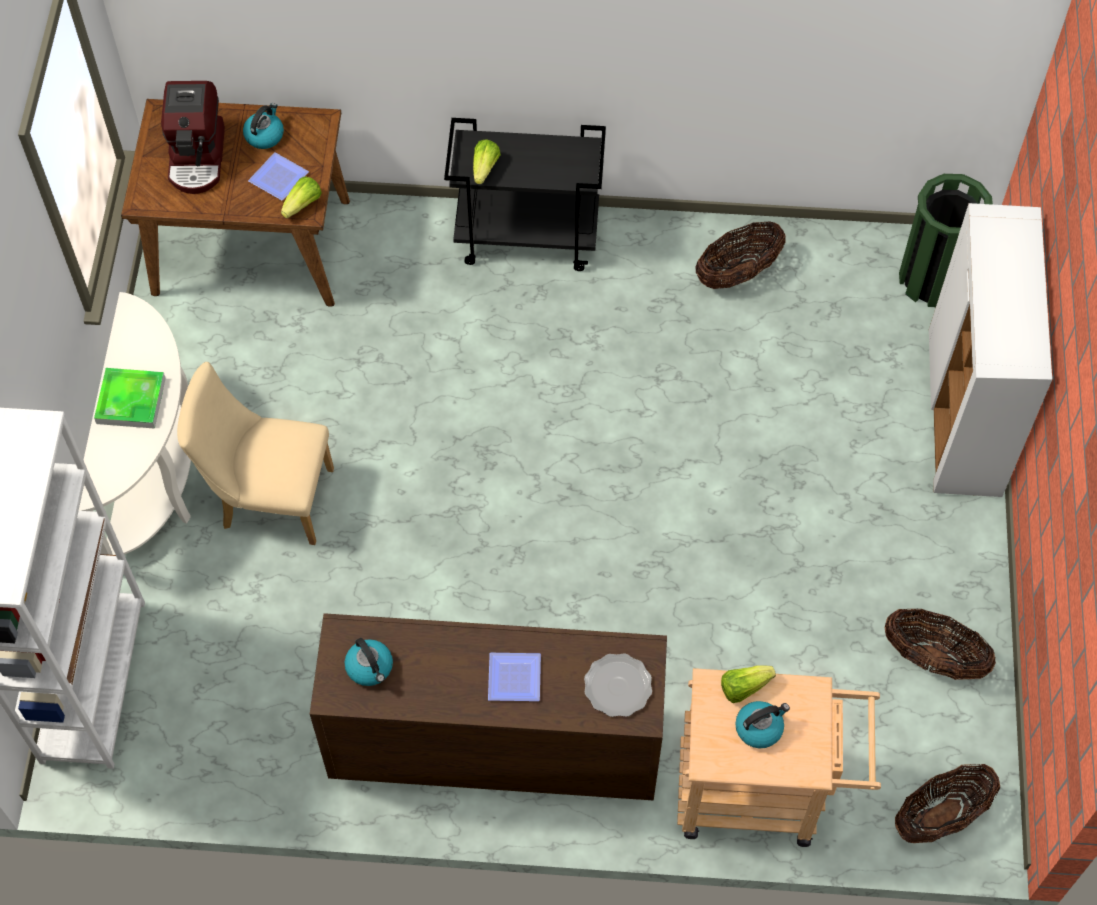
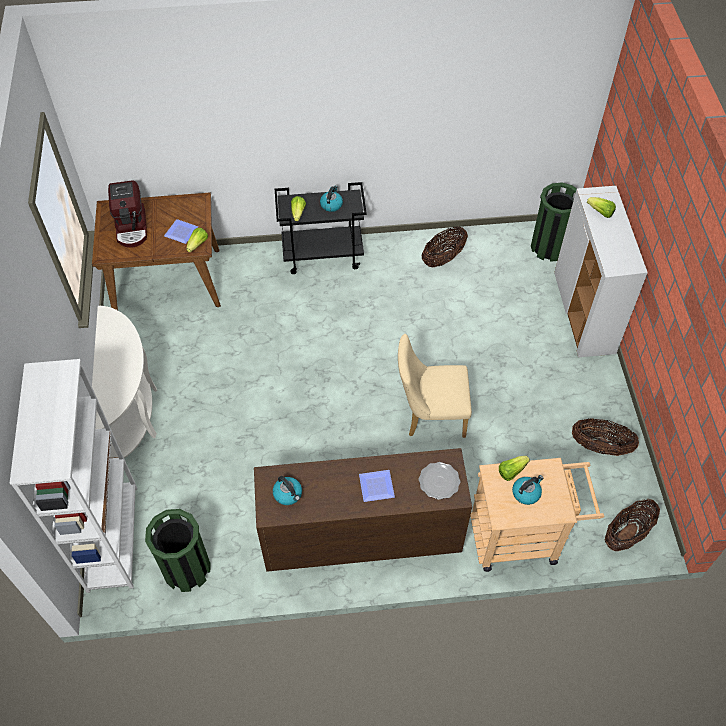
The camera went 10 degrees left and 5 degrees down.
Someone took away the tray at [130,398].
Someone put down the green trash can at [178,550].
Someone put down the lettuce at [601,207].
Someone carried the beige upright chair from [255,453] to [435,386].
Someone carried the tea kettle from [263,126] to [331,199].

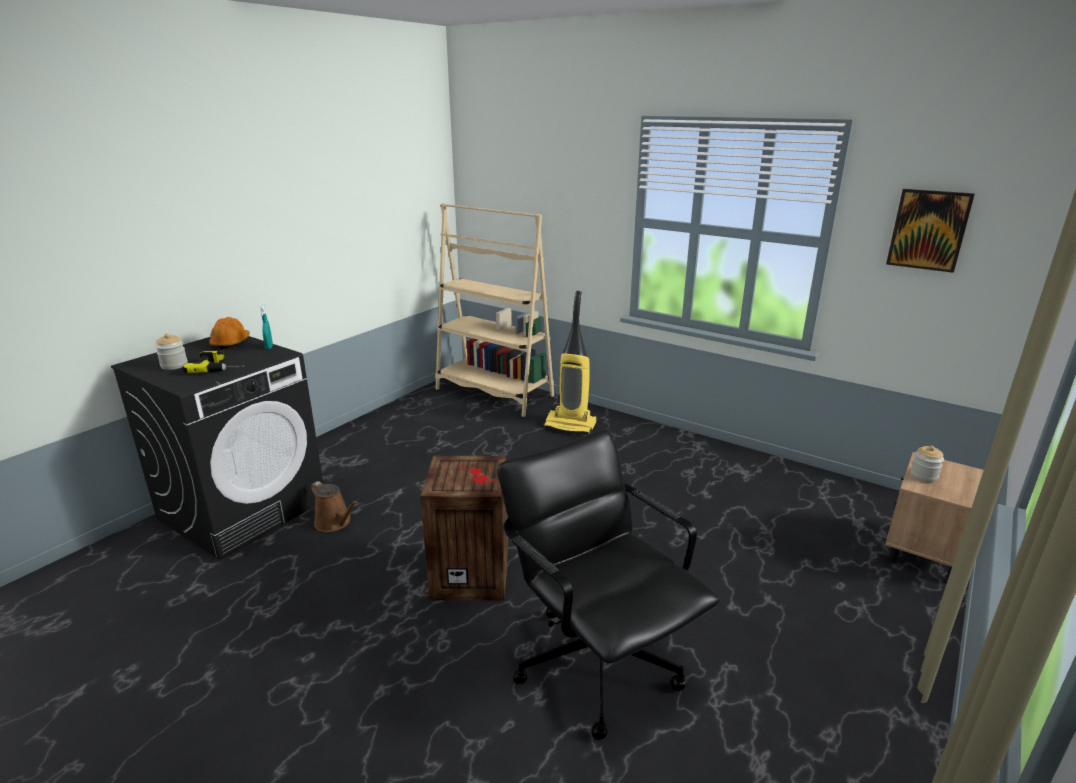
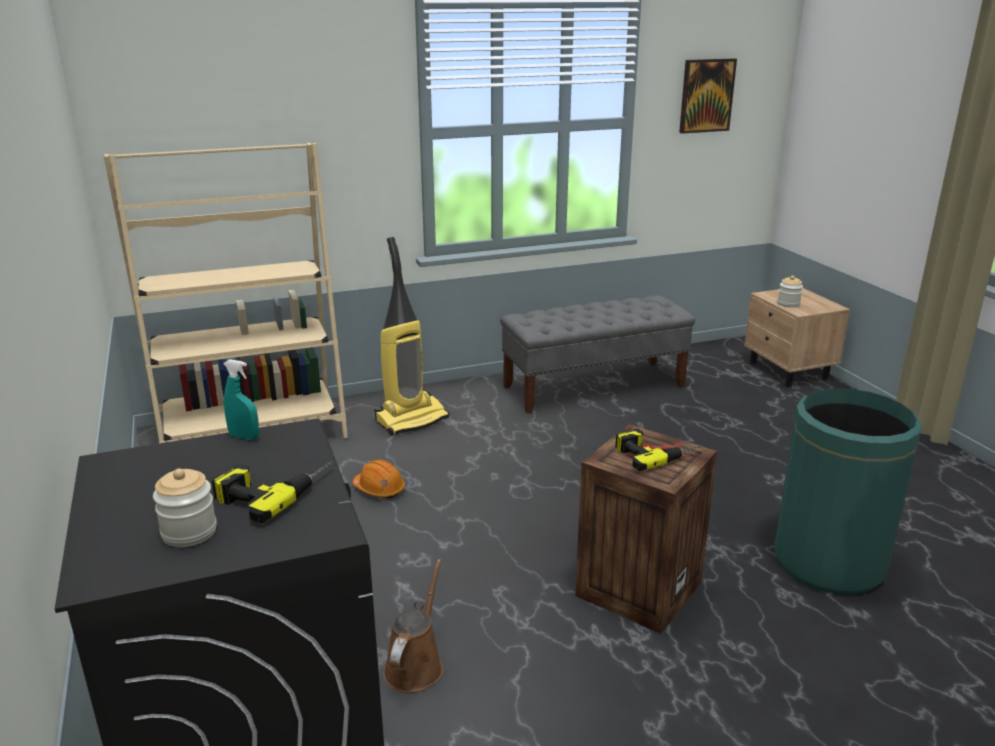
The camera went 55 degrees left and 0 degrees up.
Someone put down the gray indoor bench at [597,354].
Someone put down the drill at [659,449].
Someone carried the orange-coloured safety helmet from [229,333] to [379,478].
Someone swapped the black-coloured computer chair at [608,584] for the green trash can at [848,492].
Someone rotated the brownish sprinkling can at [334,506] by 60 degrees counterclockwise.

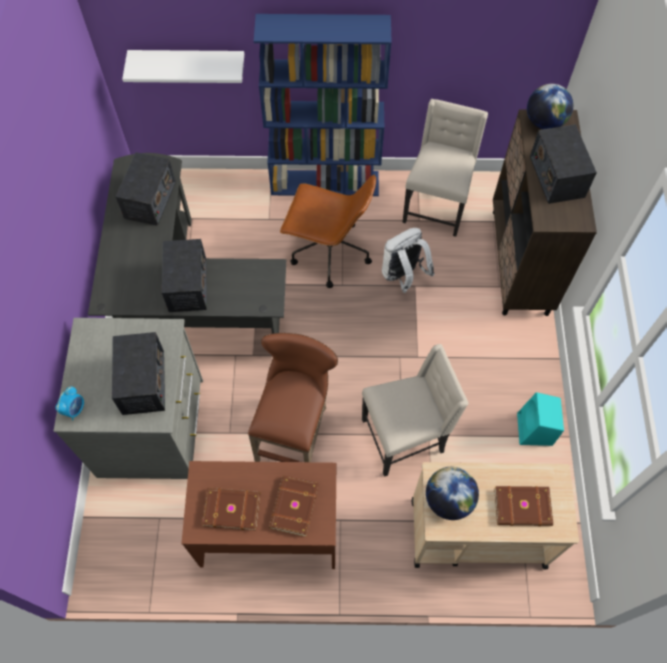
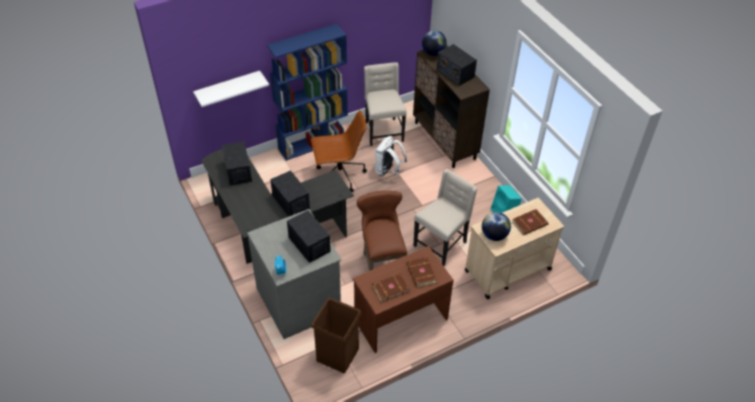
The camera went 30 degrees left and 15 degrees down.
Someone put down the brownish trash can at [336,335].

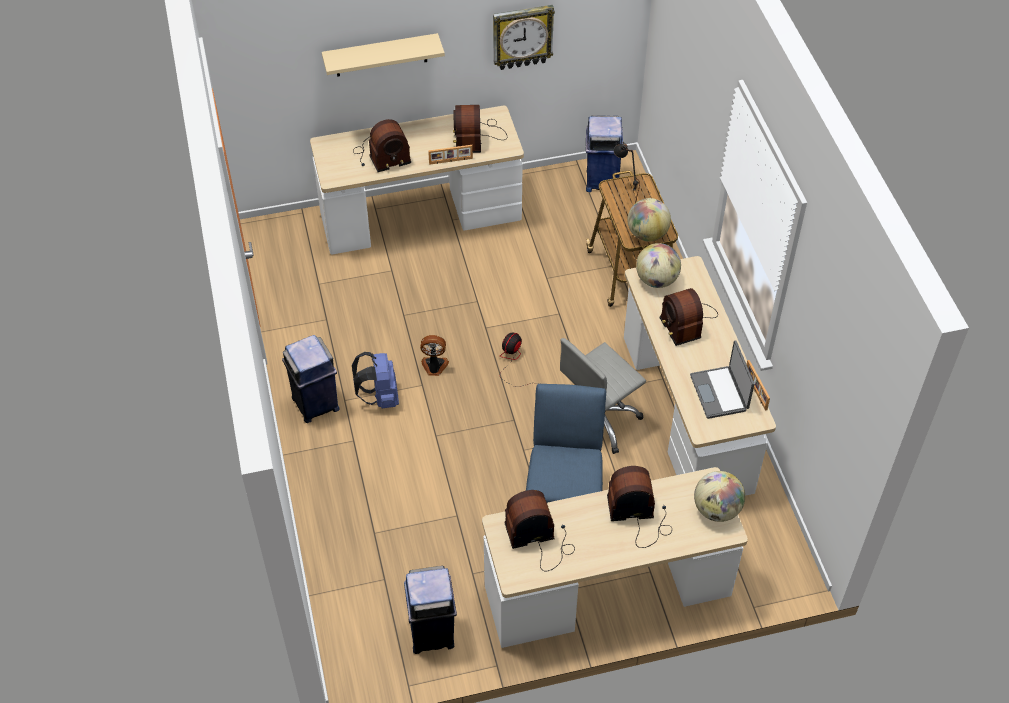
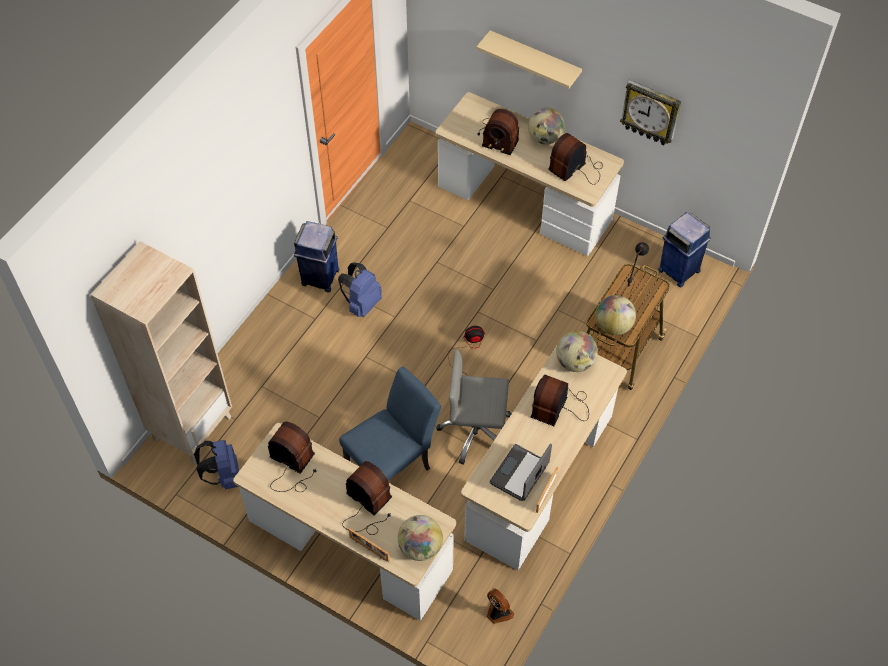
The camera went 45 degrees right and 5 degrees up.
Someone put down the beige shelving unit at [161,352].
Someone put down the world globe at [546,126].
Someone carried the fan from [434,355] to [500,606].
Someone carried the photo frame from [450,155] to [369,545].
Someone swapped the blue-coloured trash can at [430,610] for the blue-coloured backpack at [216,465].

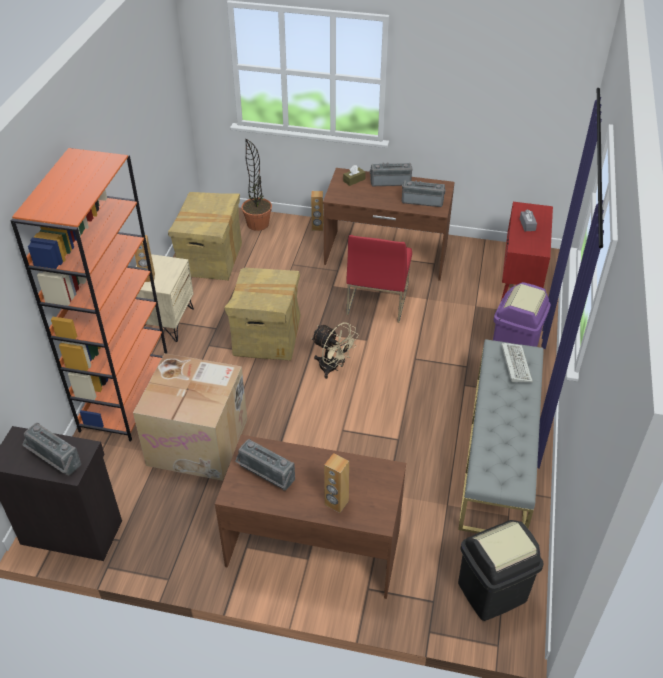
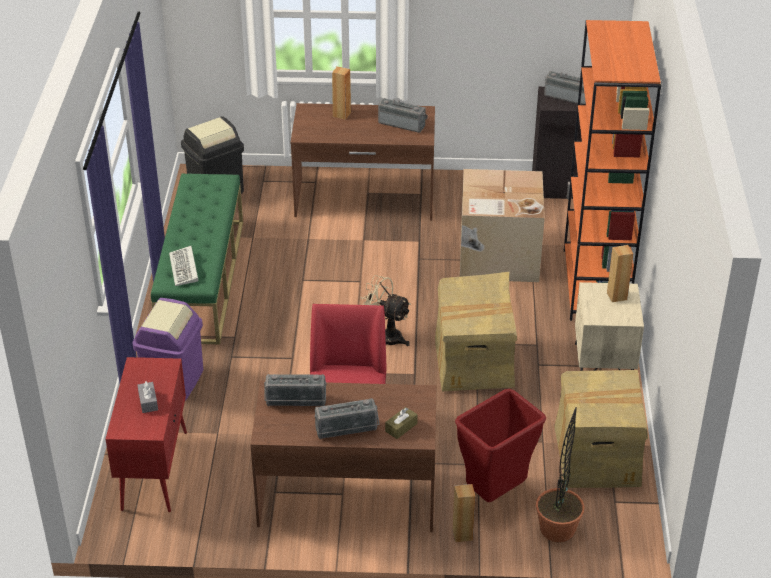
The camera went 170 degrees right and 5 degrees down.
Someone put down the red-coloured trash can at [500,445].
Someone repainted the gray indoor bench at [501,436], which became the green indoor bench at [197,259].

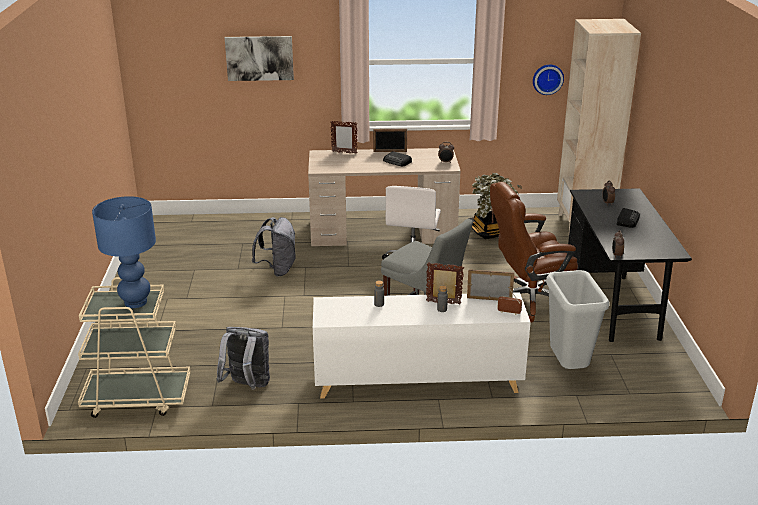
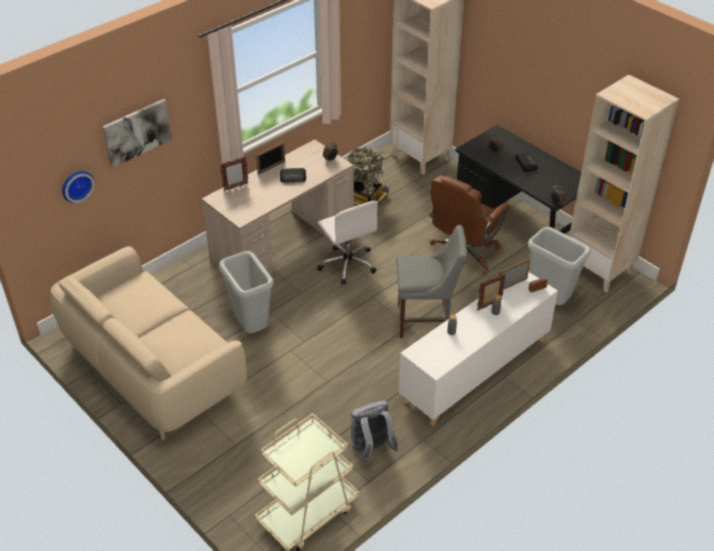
The camera went 40 degrees left and 15 degrees up.
Someone took away the blue-coloured table lamp at [124,252].
Someone put down the beige couch at [148,343].
Someone put down the beige shelving unit at [624,184].
Someone carried the hanging clock from [548,80] to [78,187].
Someone swapped the gray backpack at [274,246] for the gray trash can at [246,292].

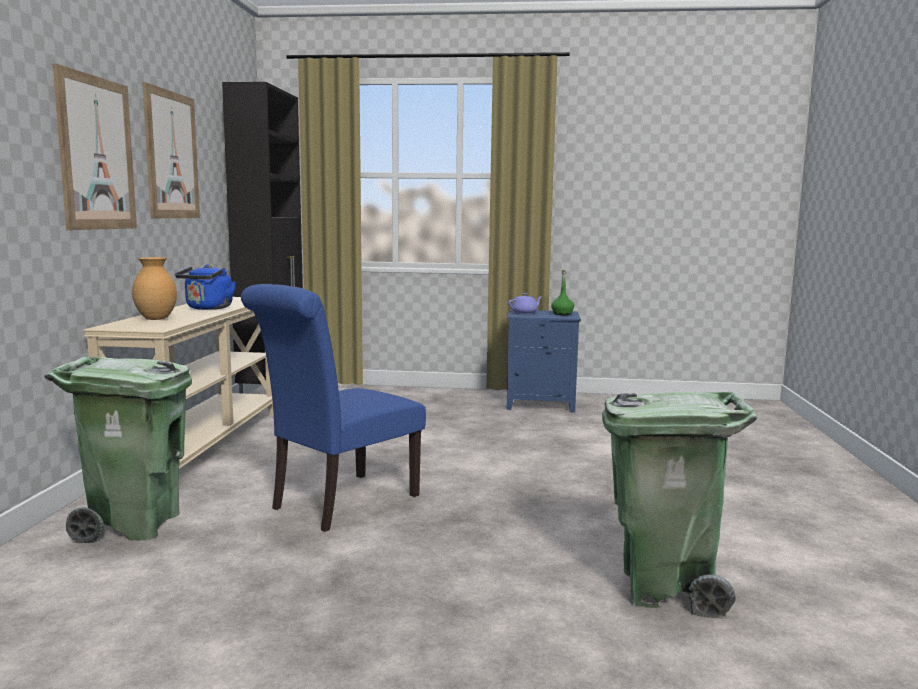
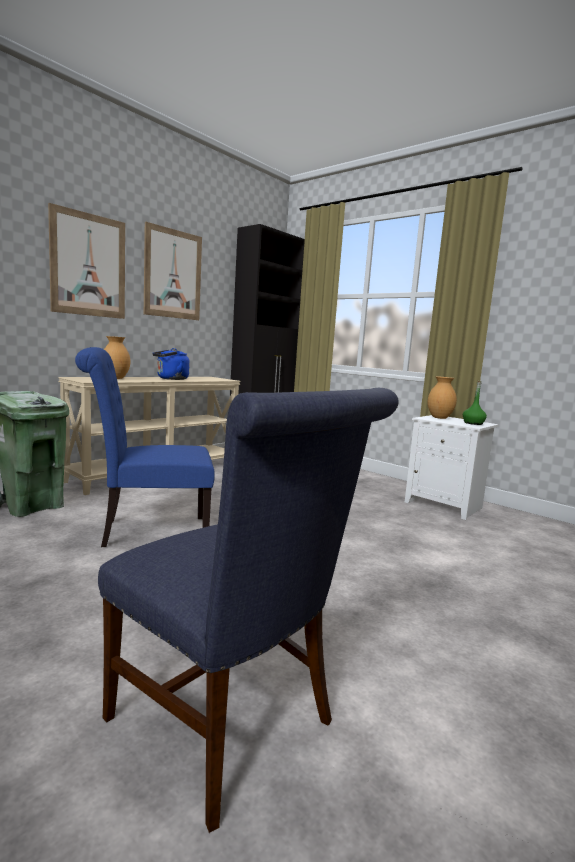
The camera went 35 degrees right and 0 degrees up.
Someone swapped the purple-coloured tea pot at [525,303] for the brownish vase at [442,397].
Someone swapped the green trash can at [679,505] for the blue-coloured upright chair at [248,610].
Someone repainted the blue-coloured bedside table at [544,361], which became the white bedside table at [452,467].

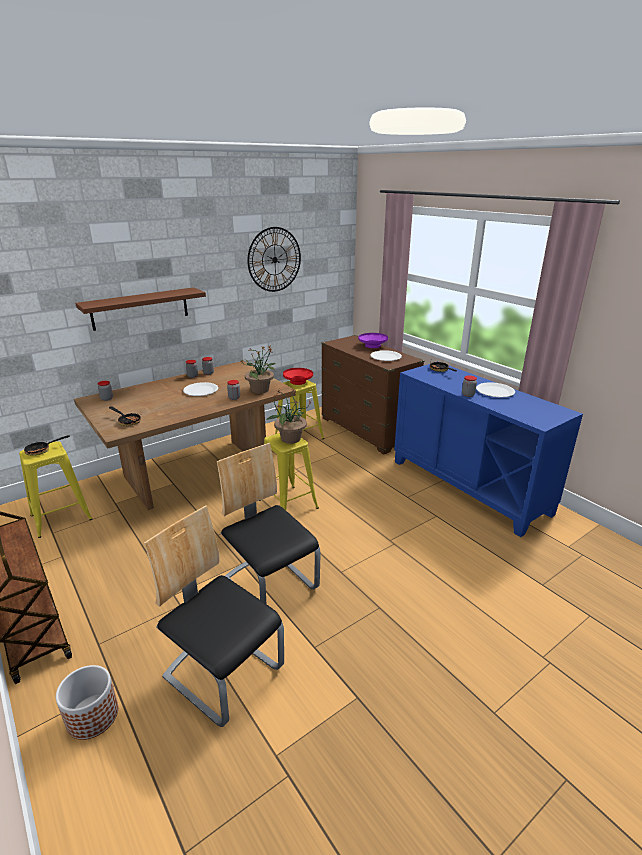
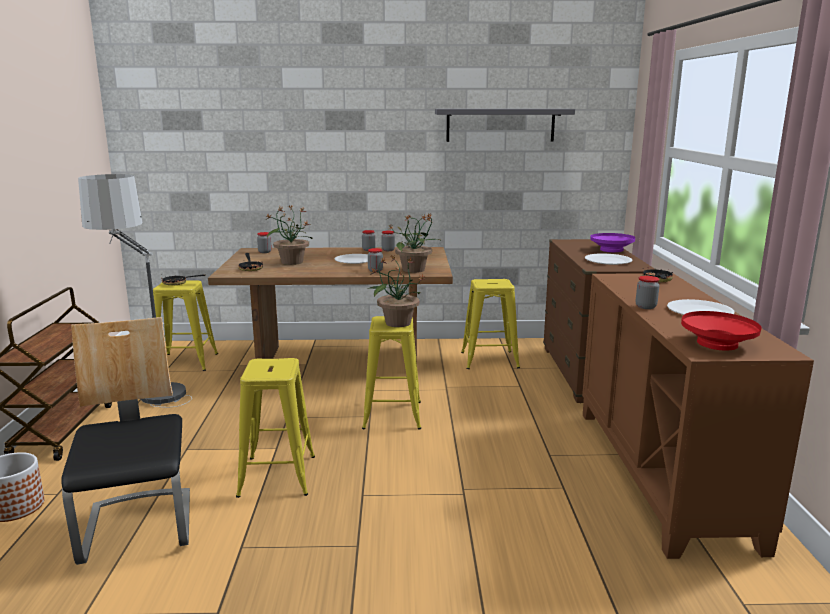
The camera went 35 degrees right and 10 degrees down.
Someone took away the brownish bracket shelf at [140,309].
Someone put down the standing lamp at [135,290].
Someone put down the houseplant at [288,235].
Someone carried the red-coloured deep dish from [298,376] to [721,331].
Someone swapped the upright chair at [269,523] for the yellowish stool seat at [275,428].
Someone swapped the hanging clock at [274,259] for the gray bracket shelf at [505,125].
Someone repainted the blue-coloured storage cabinet at [488,450], which became the brownish storage cabinet at [698,416].

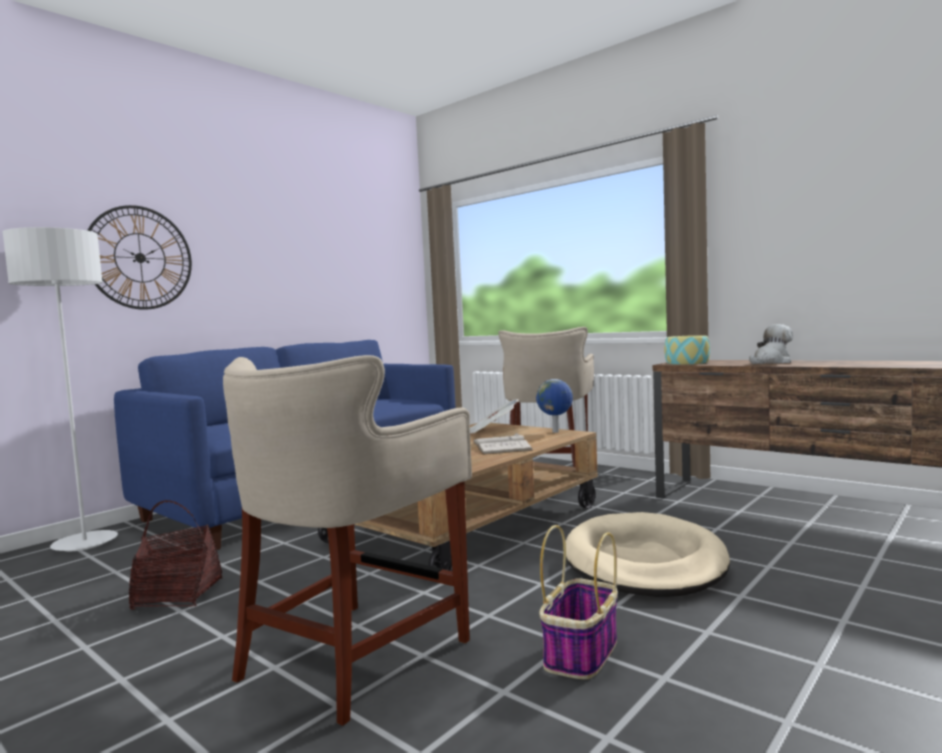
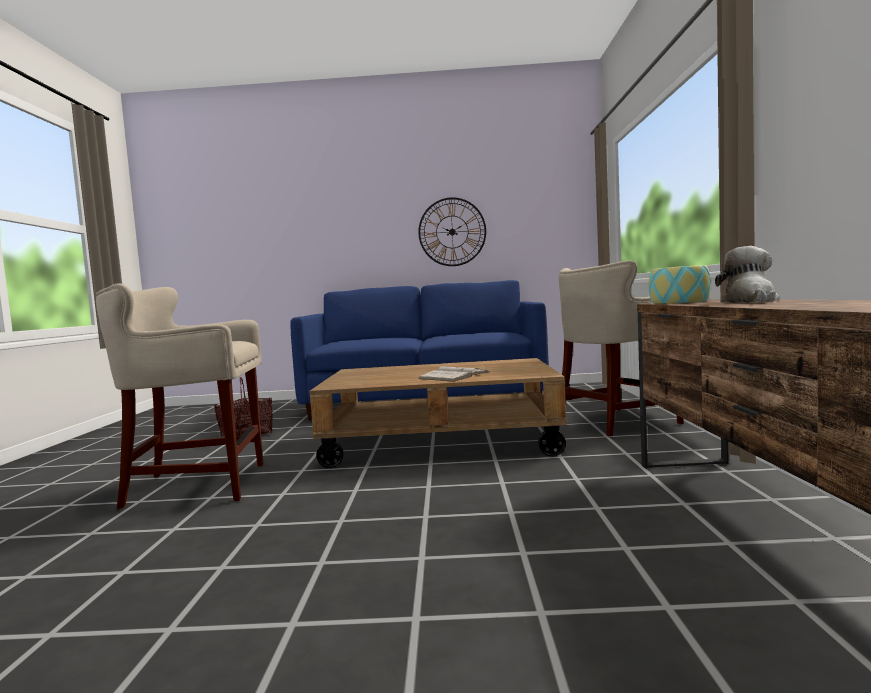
The camera went 50 degrees right and 0 degrees up.
Someone took away the gray standing lamp at [60,389].
Someone took away the newspaper at [494,416].
Someone took away the world globe at [554,406].
Someone took away the household basket at [578,602].
Someone took away the beige dog cushion at [647,554].
Someone carried the hanging clock from [139,257] to [452,231].
Someone rotated the plush toy at [771,344] by 90 degrees counterclockwise.

